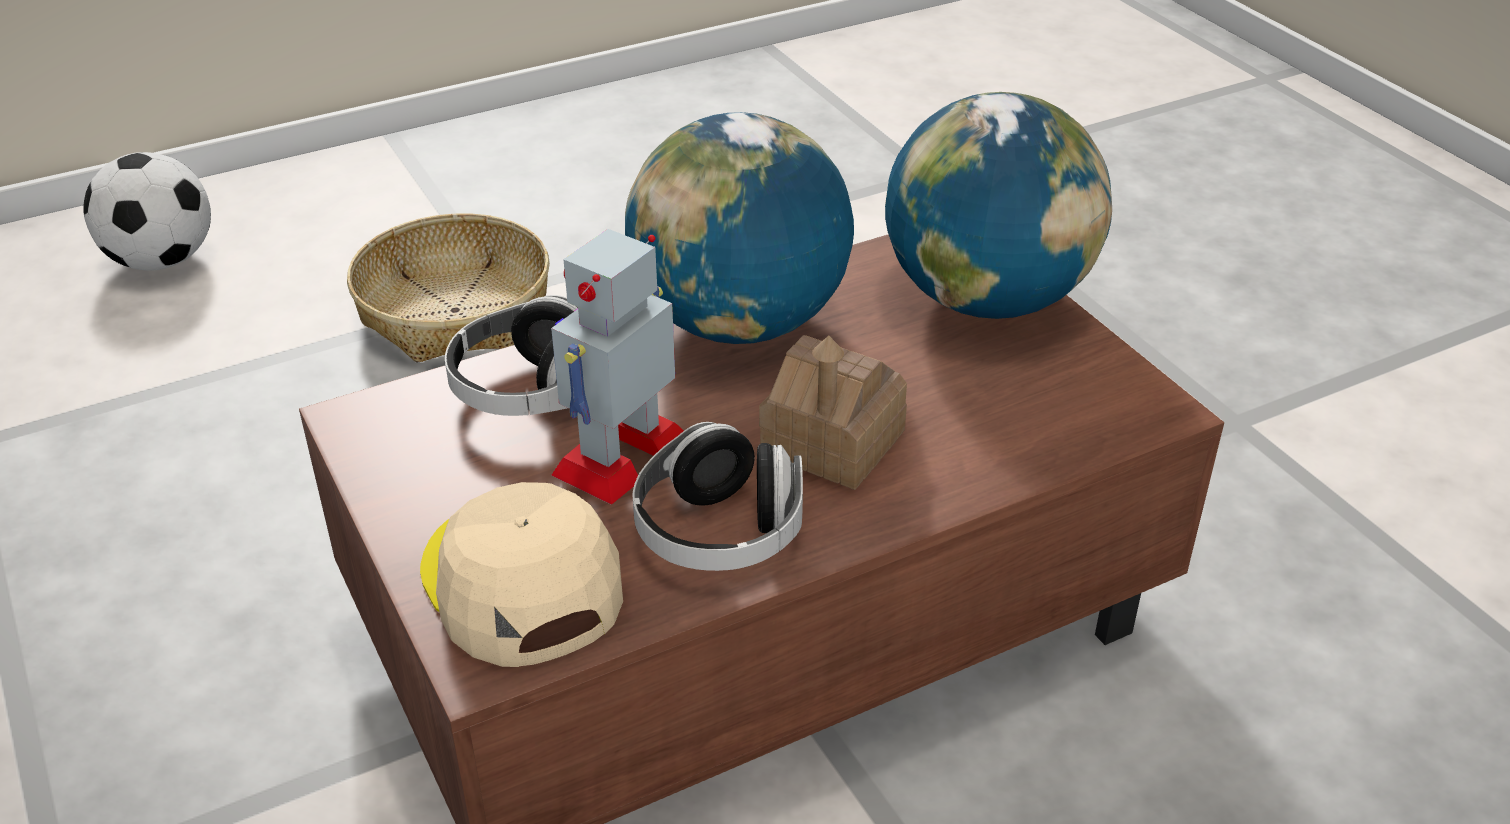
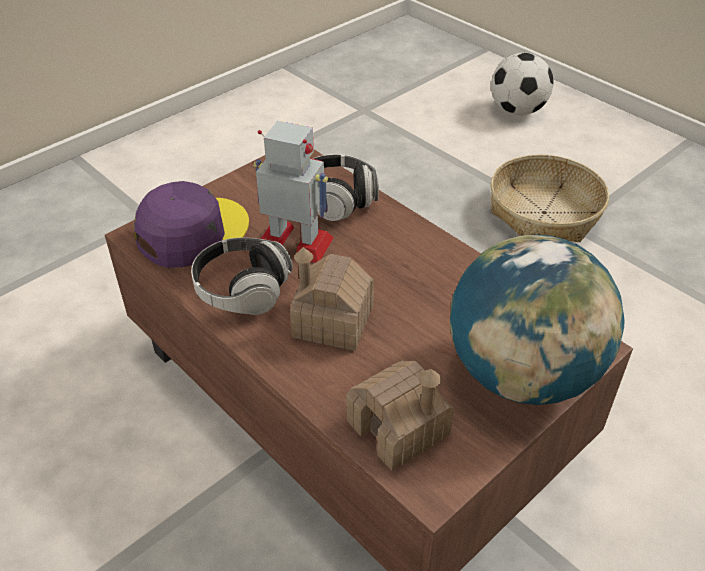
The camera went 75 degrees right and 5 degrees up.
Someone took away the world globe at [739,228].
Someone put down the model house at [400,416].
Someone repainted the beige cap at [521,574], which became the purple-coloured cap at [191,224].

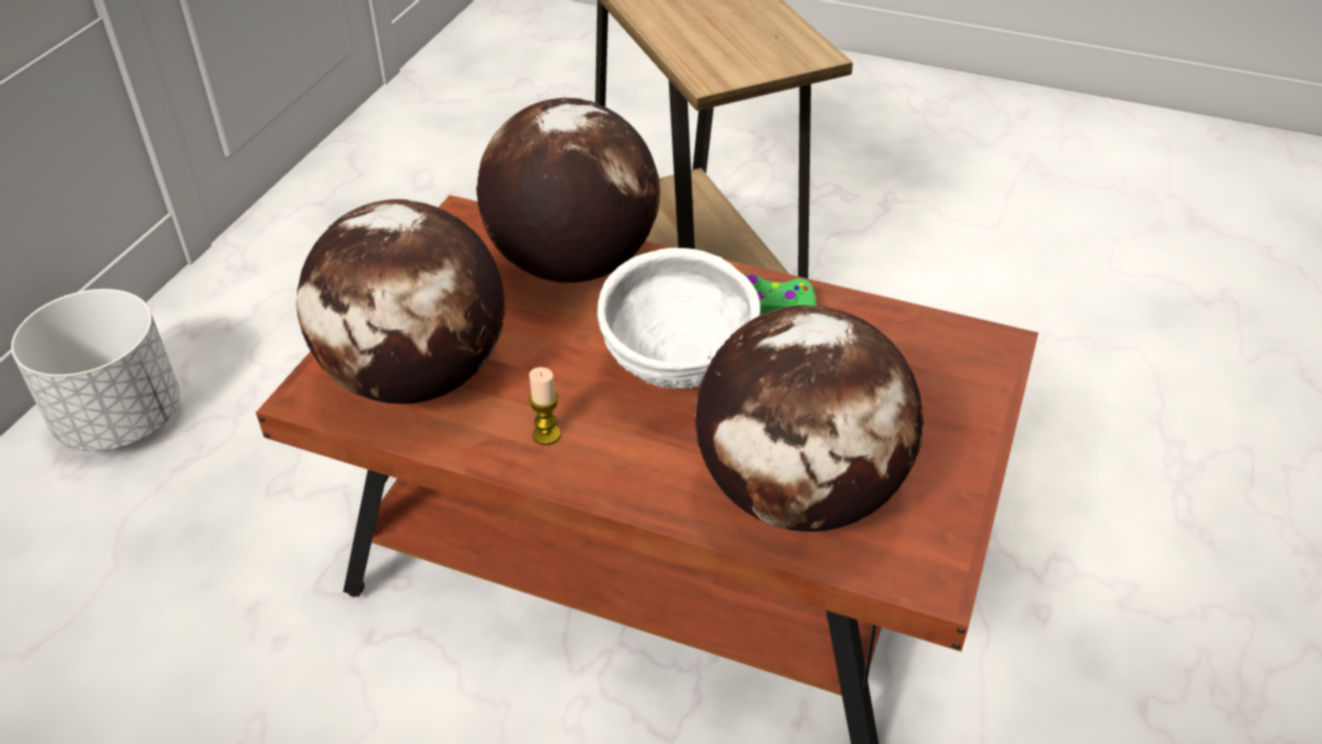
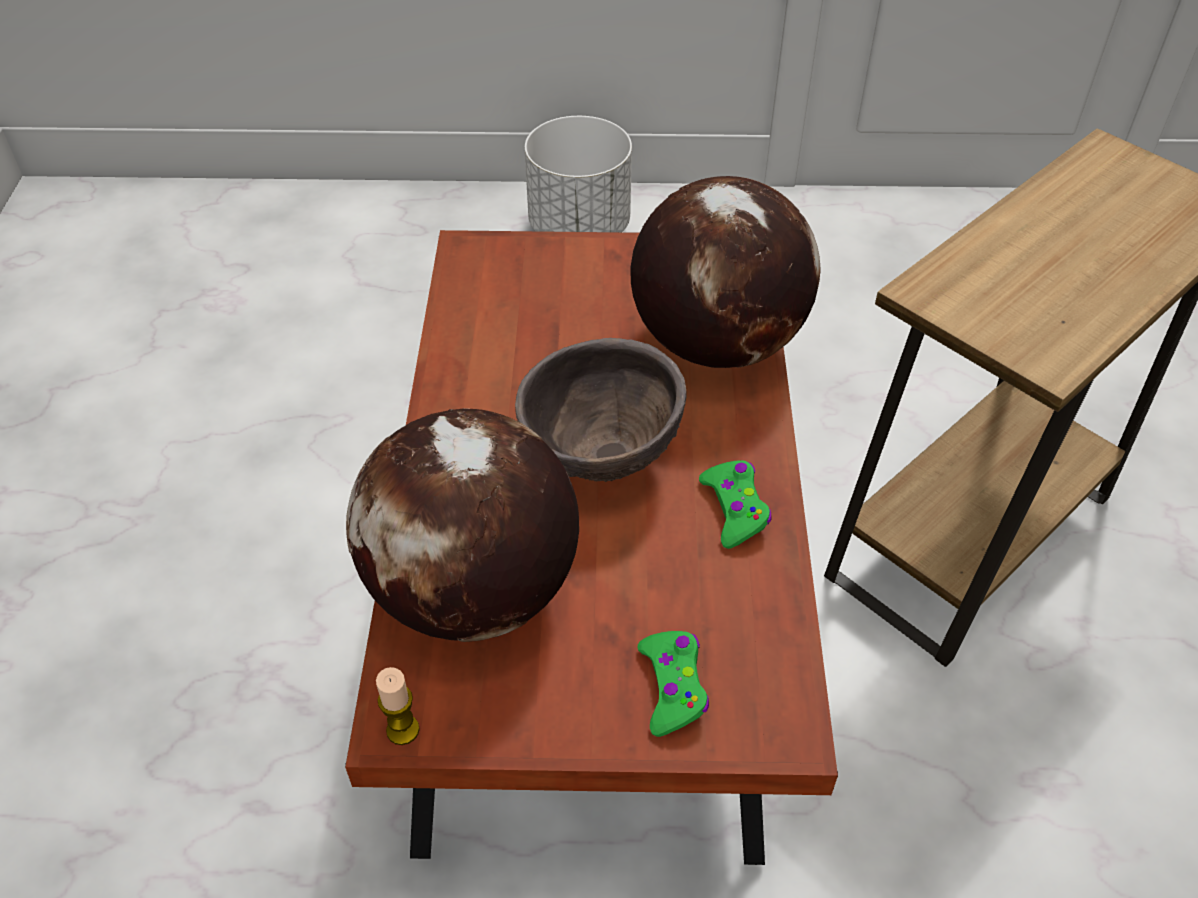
The camera went 70 degrees right and 5 degrees up.
Someone took away the world globe at [400,301].
Someone put down the green gamepad at [673,684].
Someone carried the wax light from [544,406] to [398,706].
Someone repainted the white deep dish at [678,318], which became the brownish deep dish at [601,410].

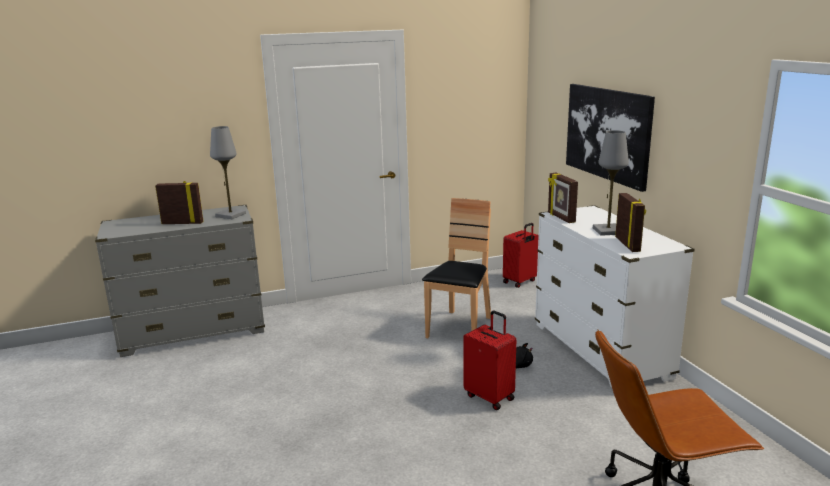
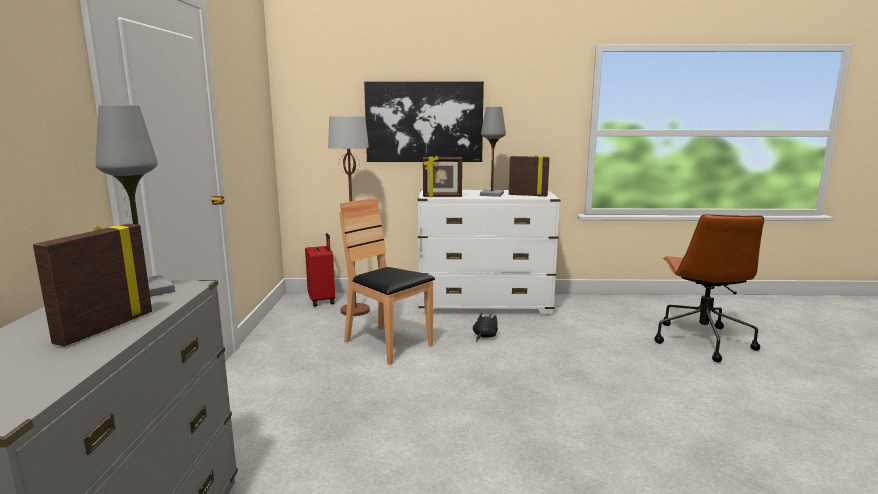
The camera went 70 degrees left and 5 degrees down.
Someone took away the red-coloured travel case at [490,360].
Someone put down the brownish standing lamp at [349,216].

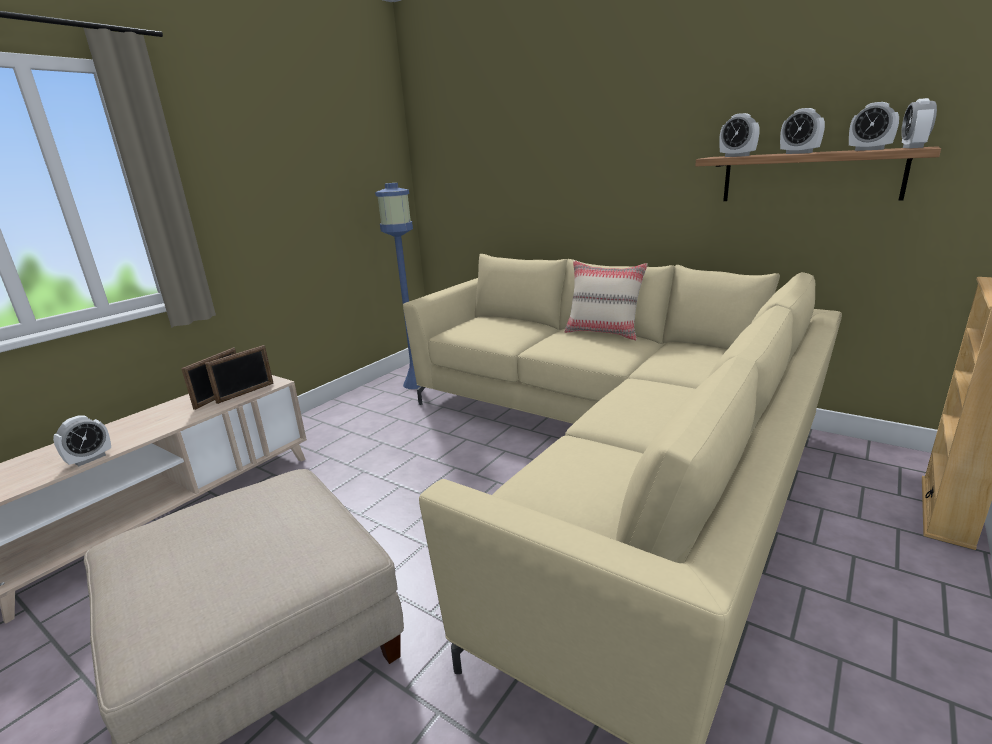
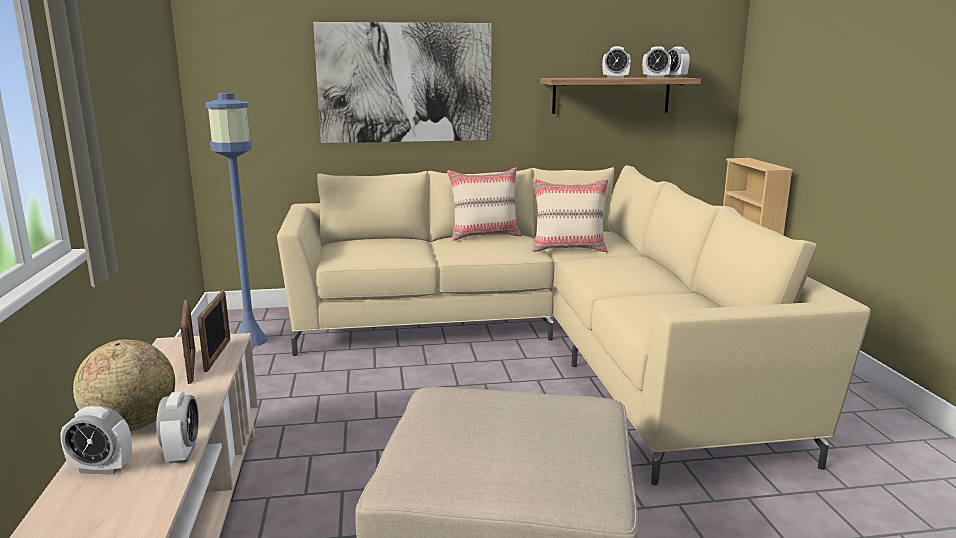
The camera went 45 degrees left and 5 degrees down.
Someone put down the world globe at [124,385].
Someone put up the picture at [402,82].
Someone put down the beige cushion at [570,215].
Someone carried the table clock from [739,135] to [96,440].

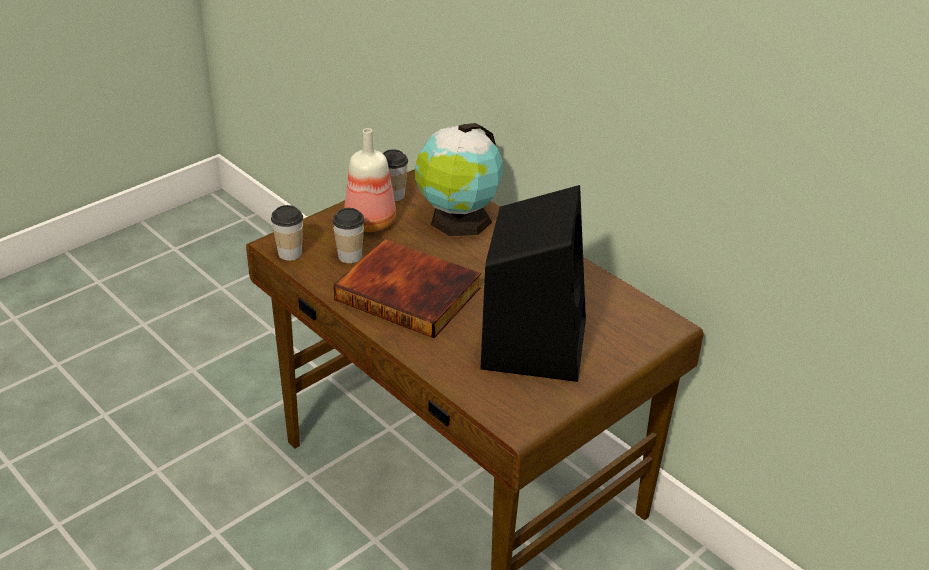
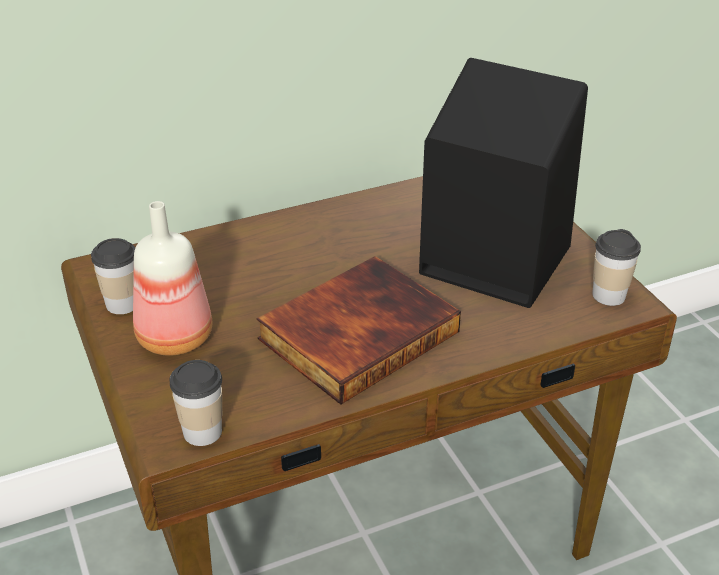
The camera went 70 degrees left and 0 degrees up.
Someone took away the world globe at [459,179].
Someone carried the drinking cup from [348,235] to [616,267].

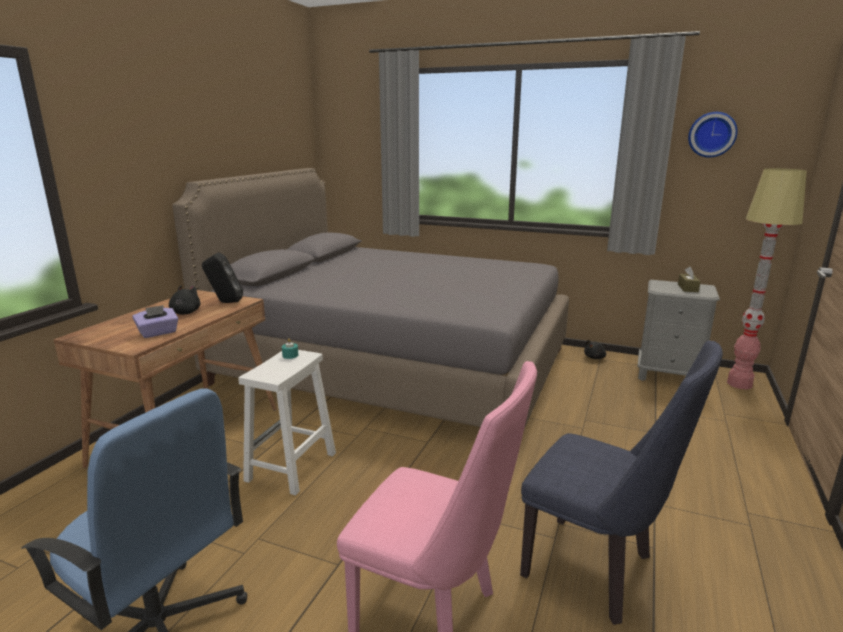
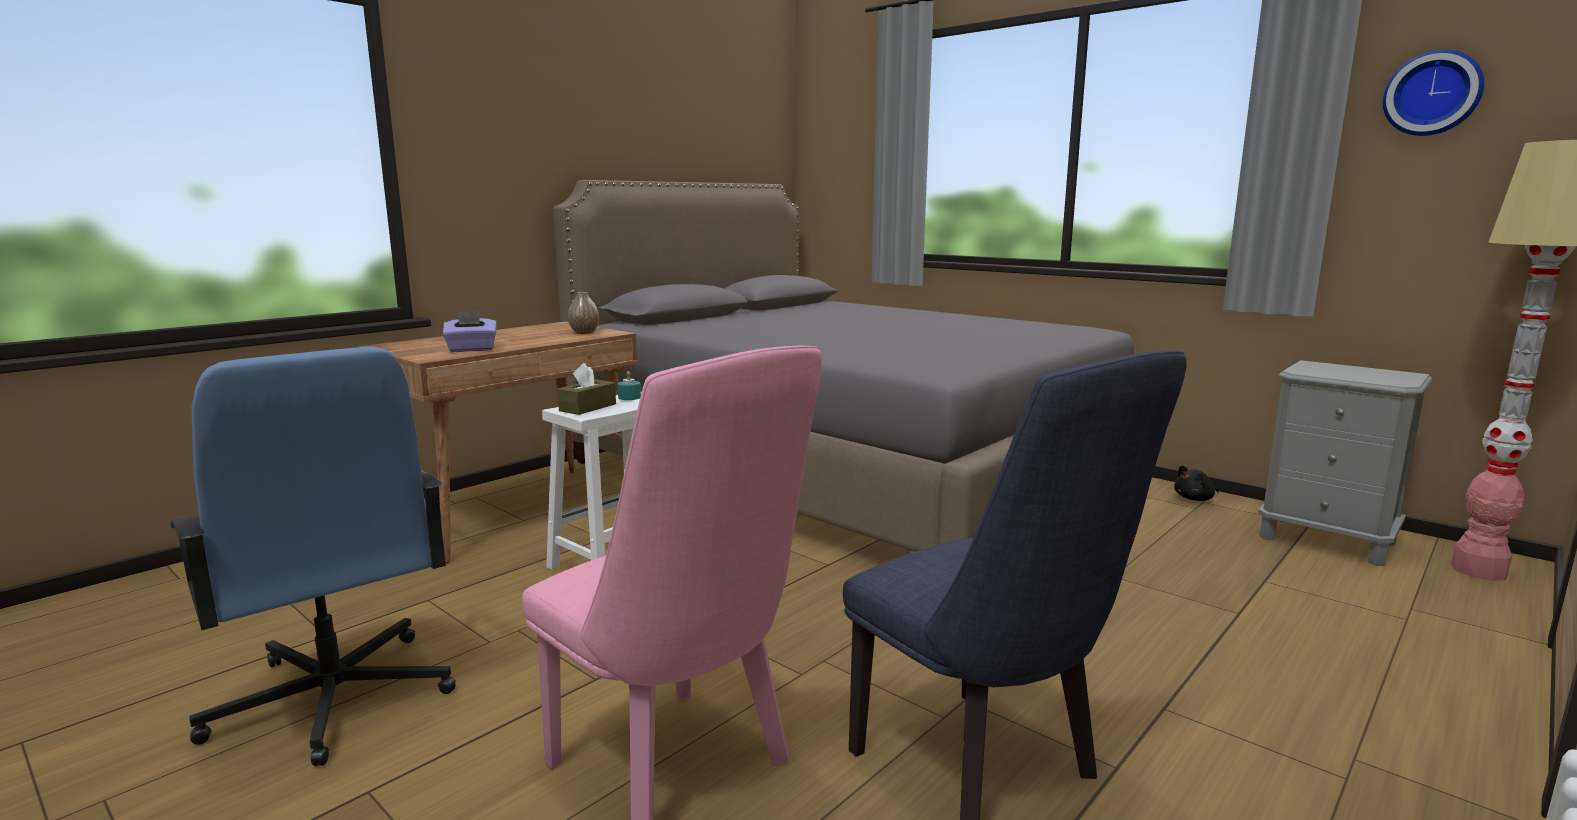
The camera went 20 degrees right and 5 degrees down.
Someone took away the black-coloured plush toy at [184,300].
Someone carried the brownish box of tissues from [689,279] to [586,389].
Someone swapped the black-coloured loudspeaker at [222,277] for the vase at [583,313].

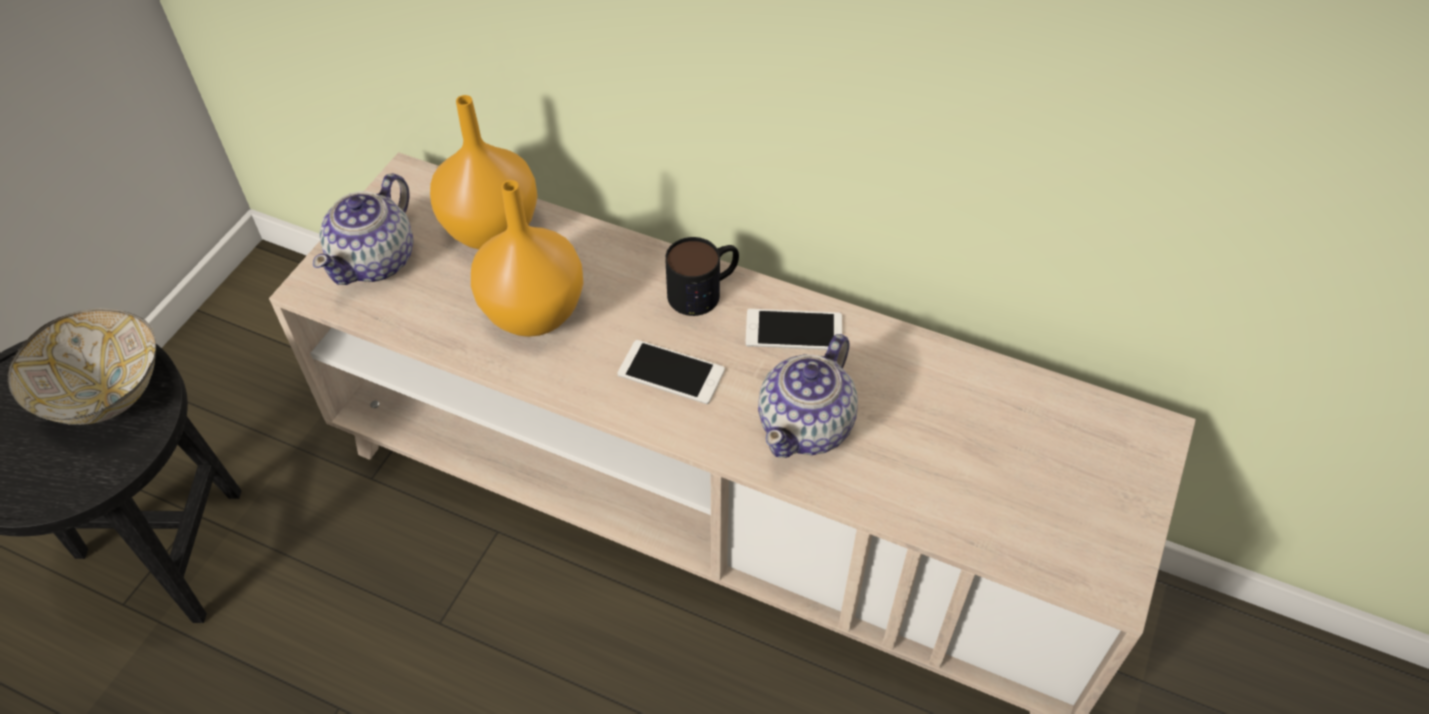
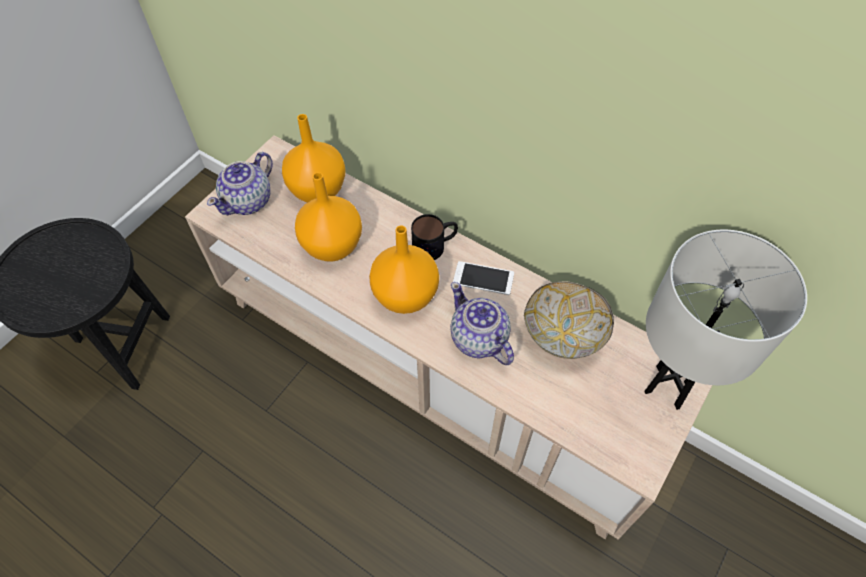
The camera went 10 degrees right and 5 degrees up.
Someone put down the white table lamp at [725,319].
Someone carried the deep dish from [81,366] to [569,320].
Someone swapped the telephone at [671,372] for the orange-coloured vase at [404,269].
Someone rotated the tea pot at [808,396] by 105 degrees clockwise.

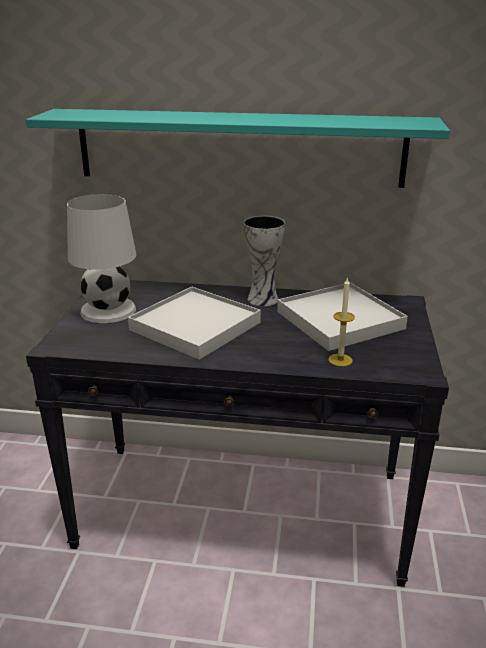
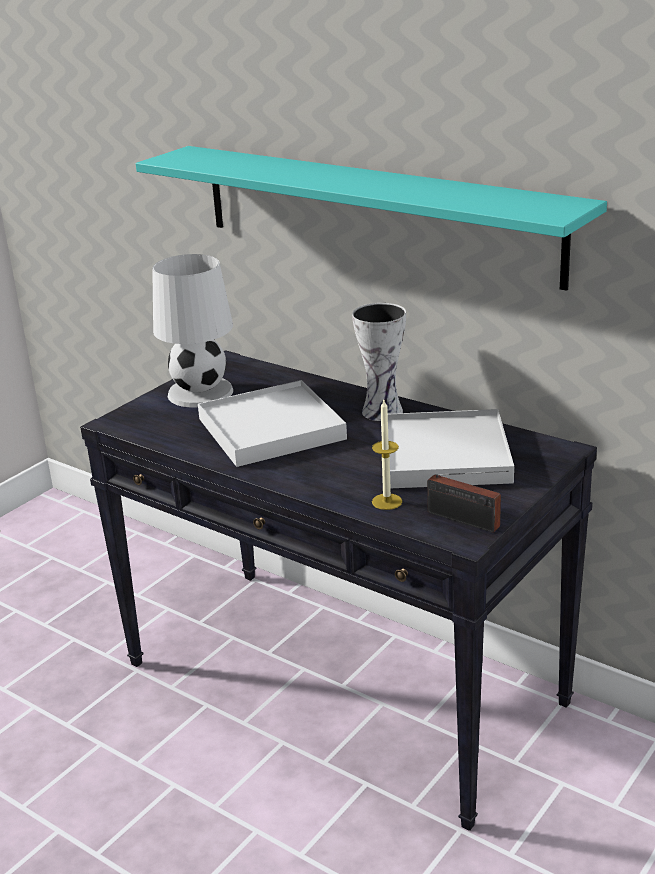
The camera went 30 degrees right and 0 degrees up.
Someone put down the radio set at [468,502].

